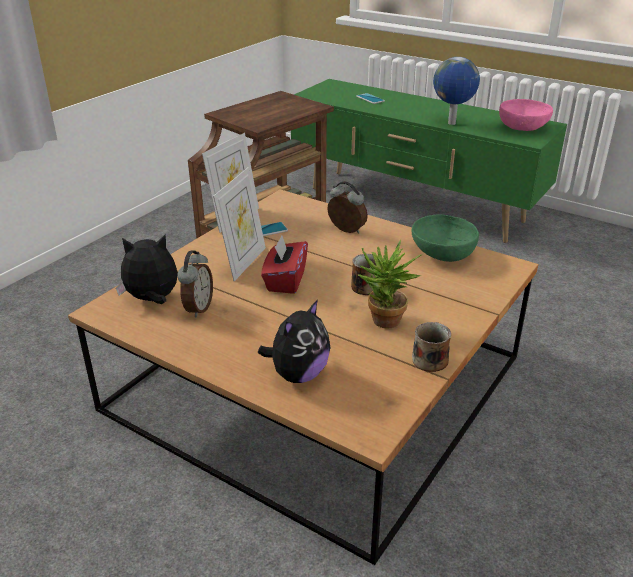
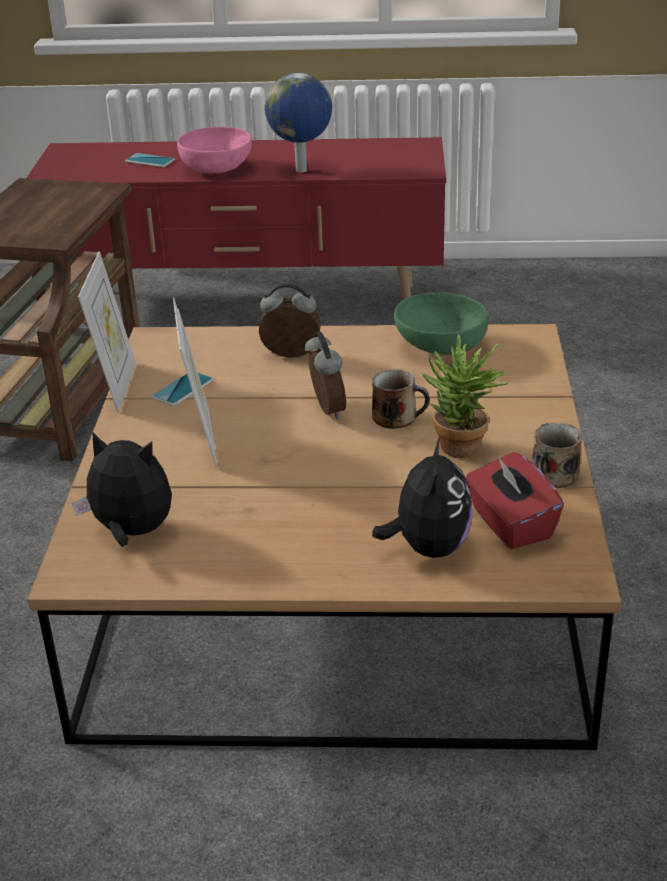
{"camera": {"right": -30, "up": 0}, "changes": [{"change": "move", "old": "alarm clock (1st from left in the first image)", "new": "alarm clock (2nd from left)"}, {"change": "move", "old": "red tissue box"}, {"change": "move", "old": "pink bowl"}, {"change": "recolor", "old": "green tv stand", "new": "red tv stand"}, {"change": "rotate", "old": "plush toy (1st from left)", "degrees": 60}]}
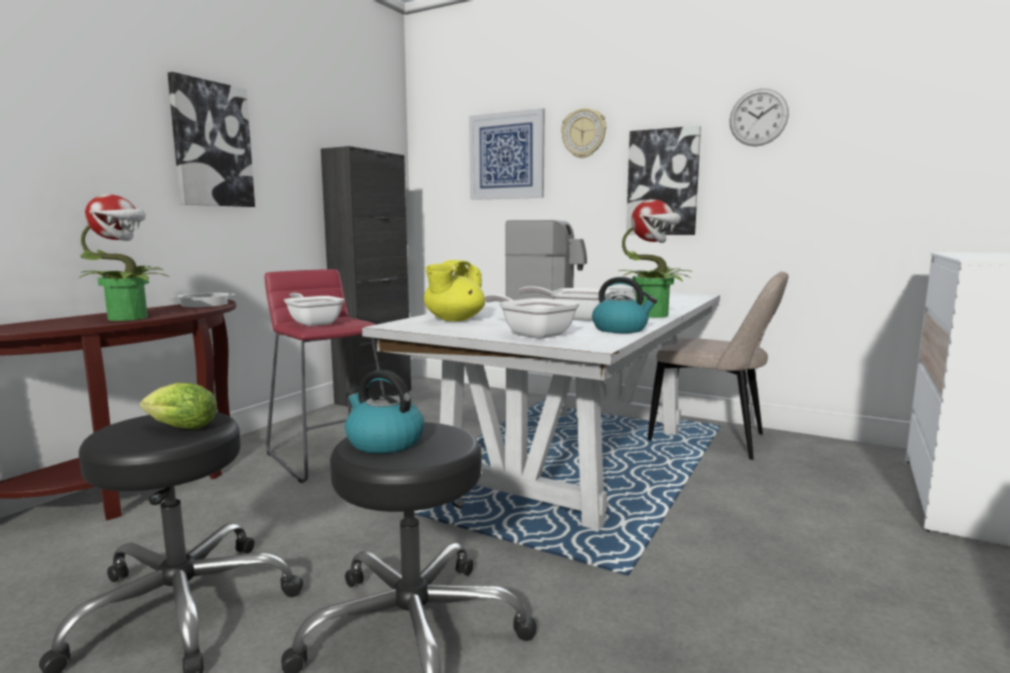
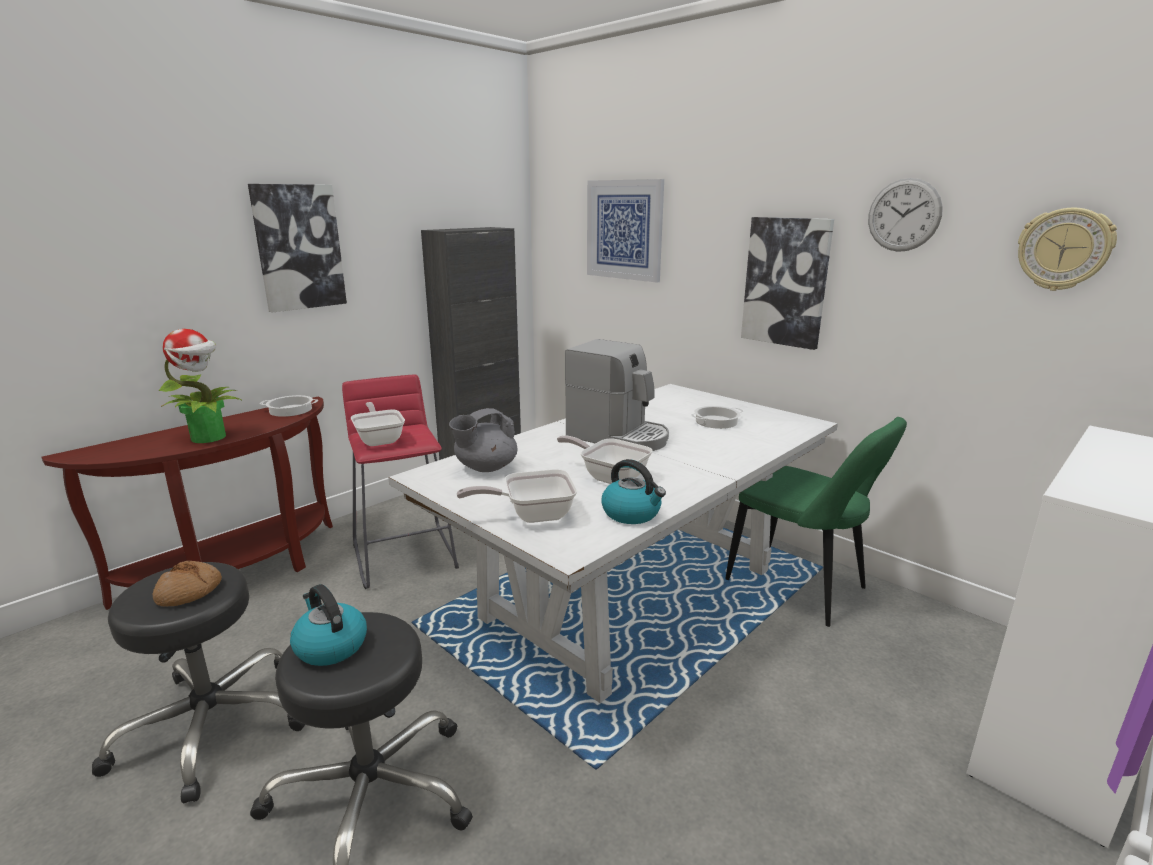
{"camera": {"right": 15, "up": 10}, "changes": [{"change": "delete", "old": "potted plant (2nd from left)"}, {"change": "move", "old": "wall clock (1st from left in the first image)", "new": "wall clock (2nd from left)"}, {"change": "replace", "old": "lettuce", "new": "bread"}, {"change": "recolor", "old": "yellow teapot", "new": "grey teapot"}, {"change": "recolor", "old": "beige chair", "new": "green chair"}, {"change": "rotate", "old": "frying pan (2nd from left)", "degrees": -75}]}
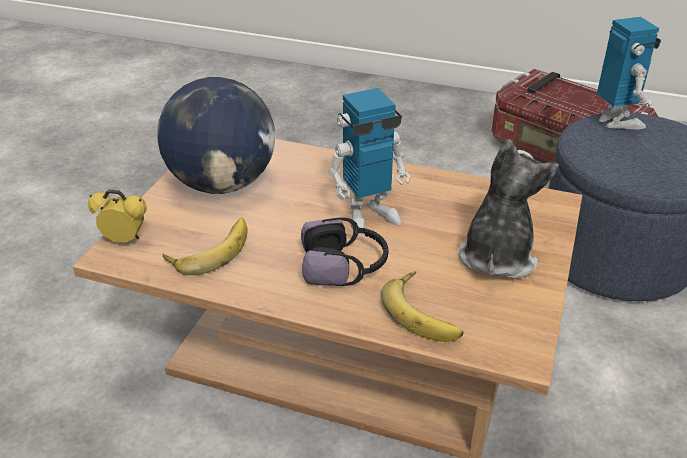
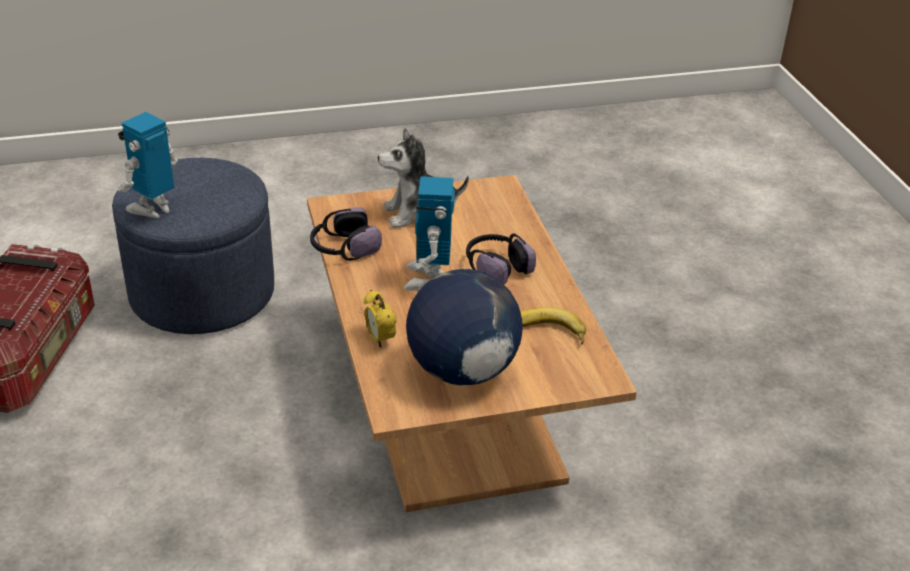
{"camera": {"right": -125, "up": 0}, "changes": [{"change": "delete", "old": "banana (2nd from left)"}, {"change": "insert", "new": "headphones (1st from left)"}, {"change": "move", "old": "alarm clock"}, {"change": "rotate", "old": "toy robot (1st from left in the first image)", "degrees": -120}]}
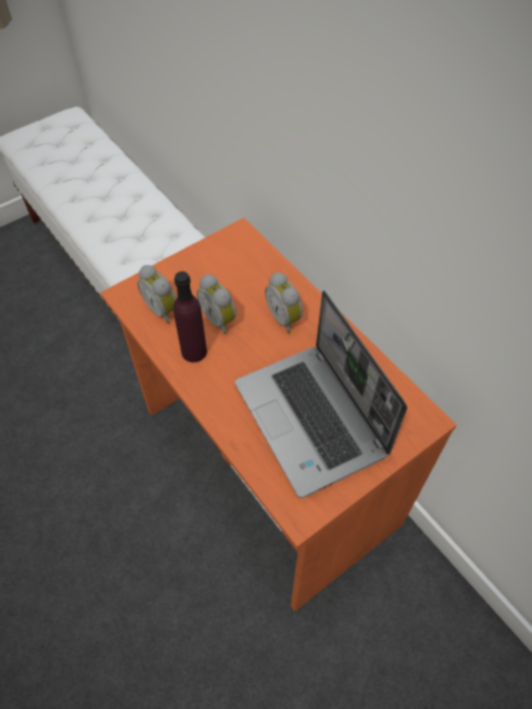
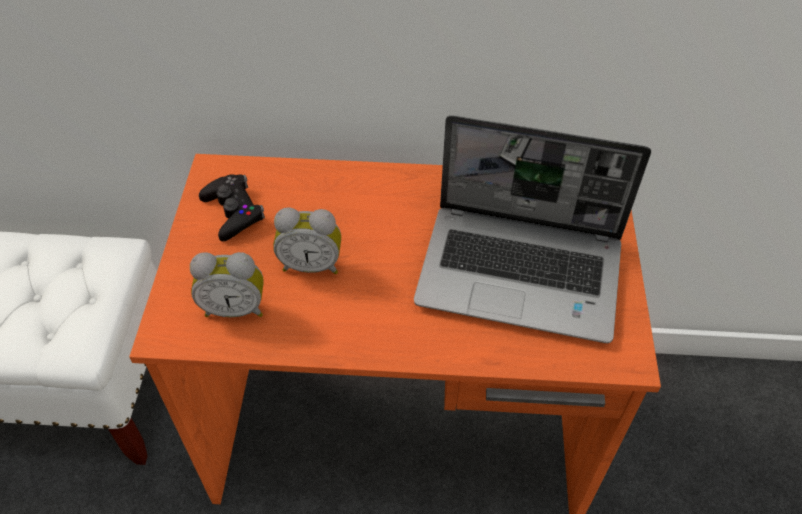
{"camera": {"right": -50, "up": -5}, "changes": [{"change": "delete", "old": "purple bottle"}, {"change": "delete", "old": "alarm clock (3rd from left)"}, {"change": "insert", "new": "black game controller"}]}
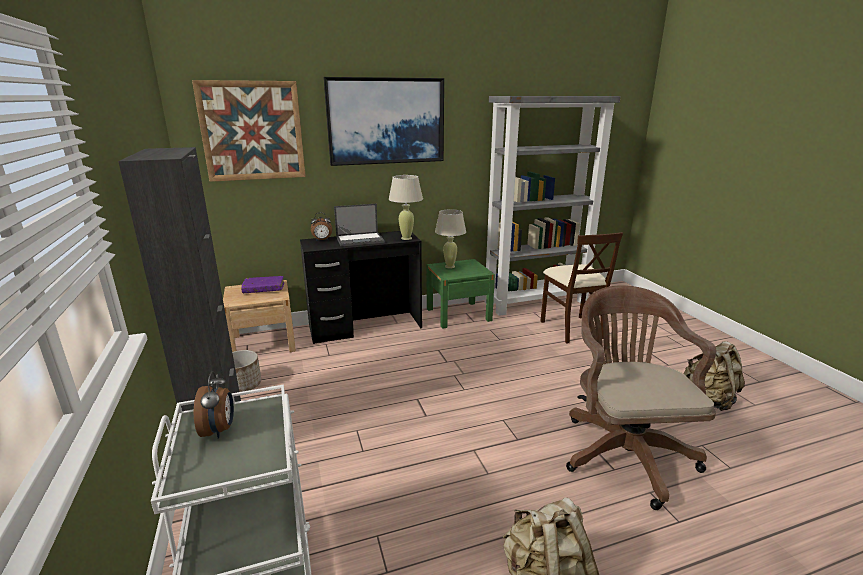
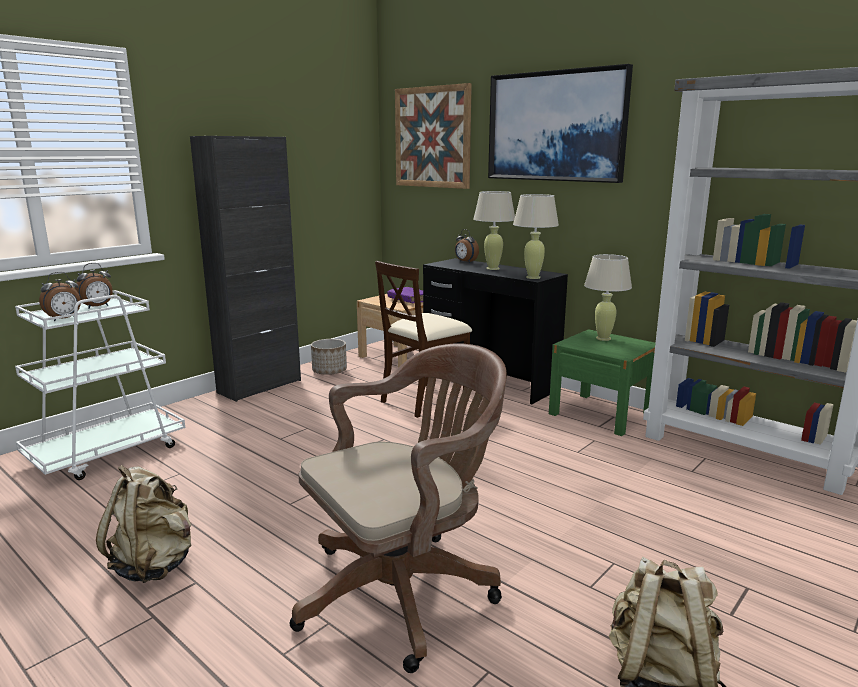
{"camera": {"right": 60, "up": -5}, "changes": [{"change": "insert", "new": "alarm clock (1st from left)"}, {"change": "move", "old": "beige chair"}, {"change": "replace", "old": "laptop", "new": "beige table lamp (1st from left)"}]}
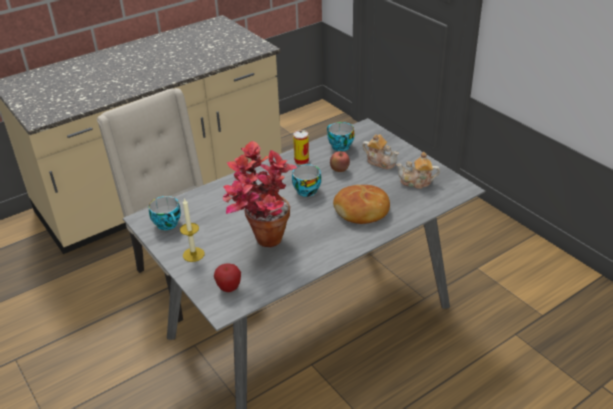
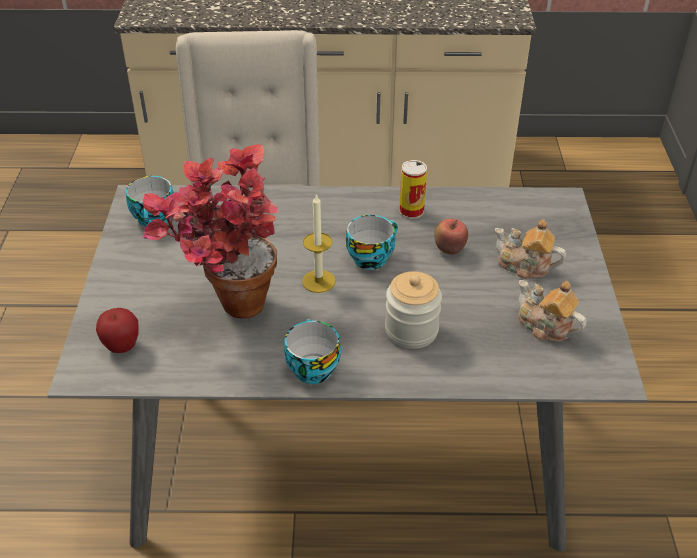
{"camera": {"right": 35, "up": 5}, "changes": [{"change": "move", "old": "candle"}, {"change": "move", "old": "cup (3rd from left in the first image)", "new": "cup (2nd from left)"}, {"change": "replace", "old": "bread", "new": "jar"}, {"change": "rotate", "old": "teapot (1st from left)", "degrees": 135}]}
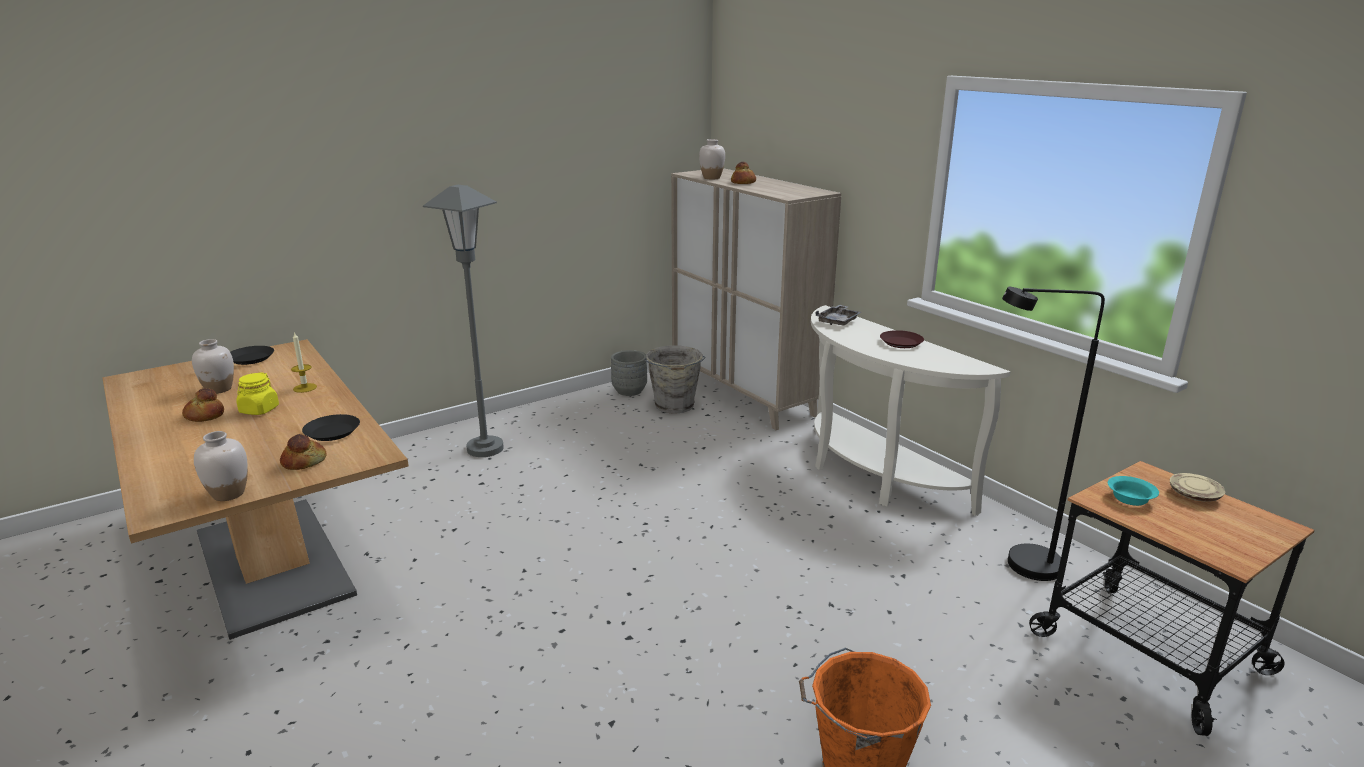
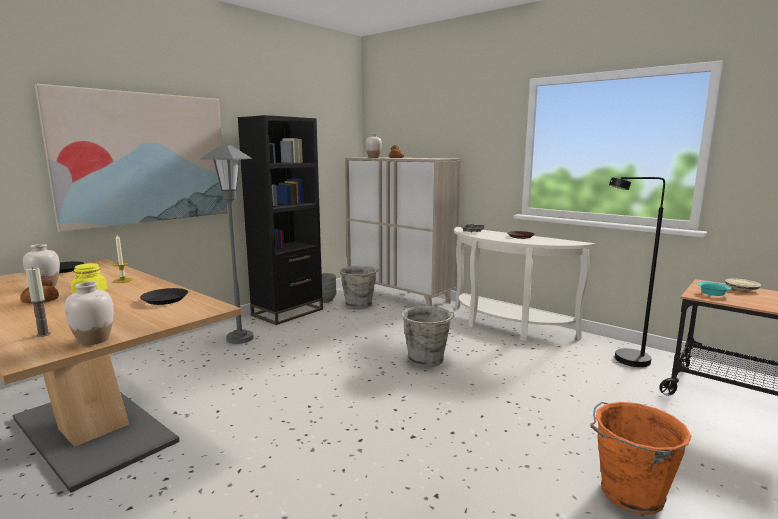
{"camera": {"right": -15, "up": -10}, "changes": [{"change": "delete", "old": "bread (2nd from left)"}, {"change": "insert", "new": "candle (1st from left)"}, {"change": "insert", "new": "picture"}, {"change": "insert", "new": "black bookcase"}, {"change": "insert", "new": "grey bucket (2nd from left)"}]}
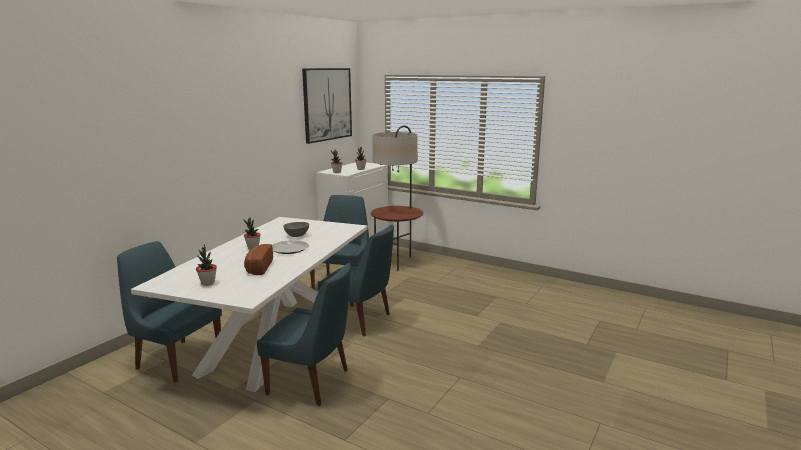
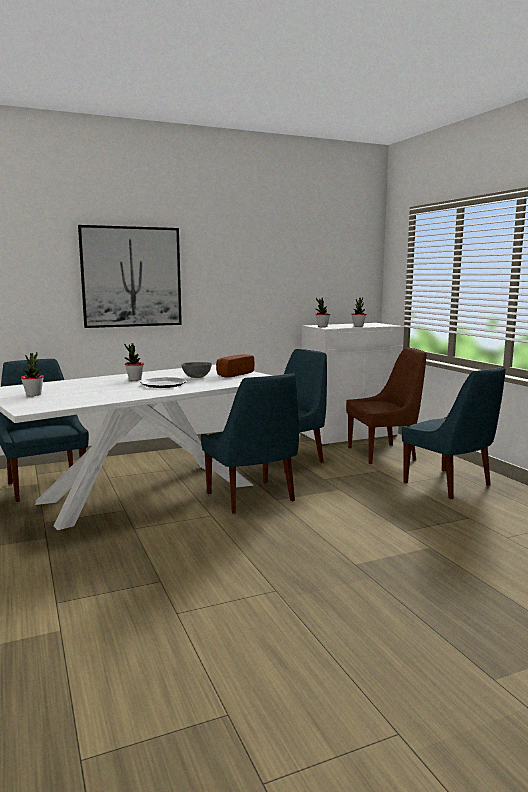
{"camera": {"right": 35, "up": -5}, "changes": [{"change": "move", "old": "bread"}, {"change": "move", "old": "blue chair (2nd from left in the first image)", "new": "blue chair (4th from left)"}, {"change": "move", "old": "picture"}, {"change": "replace", "old": "floor lamp", "new": "brown chair"}]}
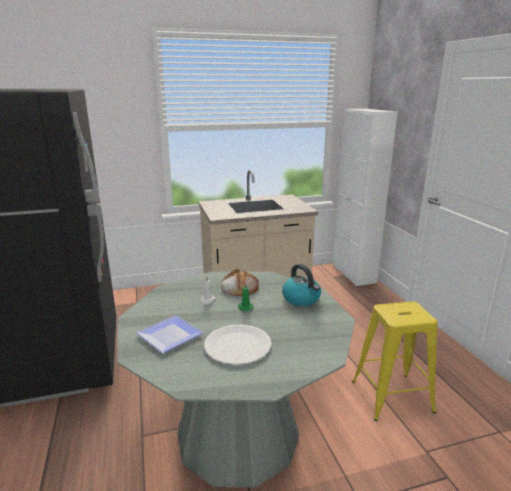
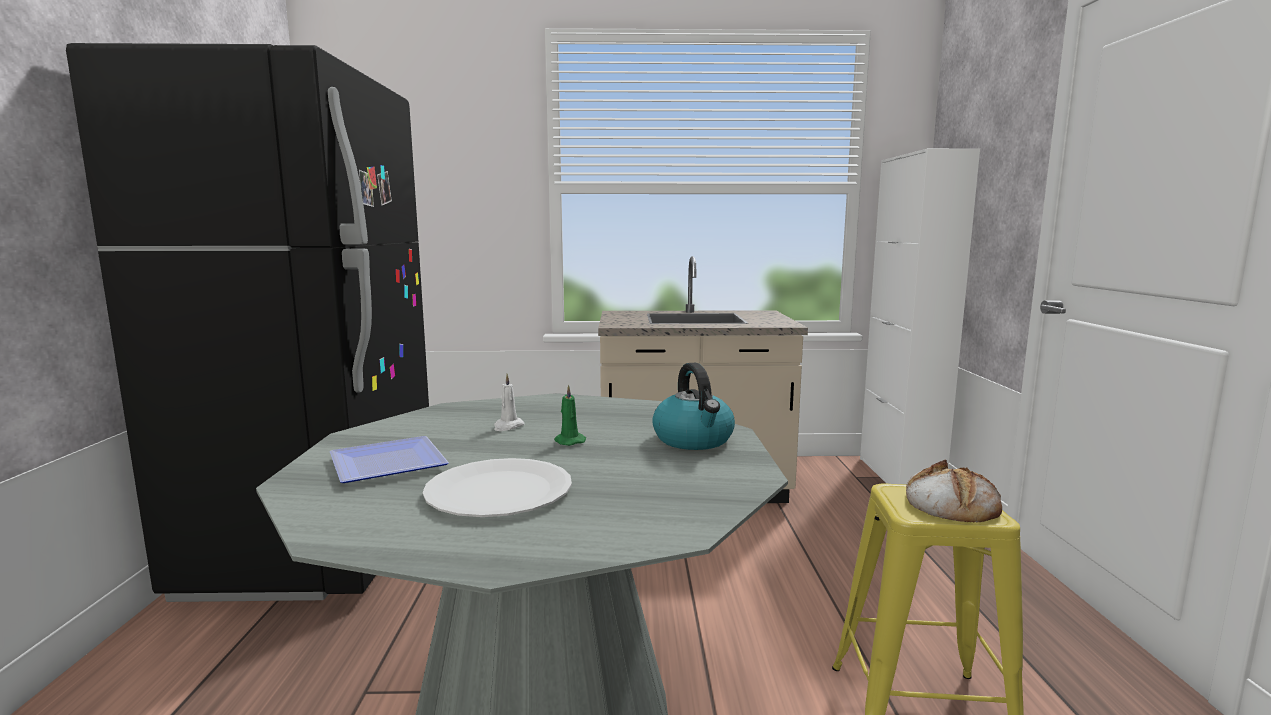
{"camera": {"right": 15, "up": -10}, "changes": [{"change": "move", "old": "bread"}]}
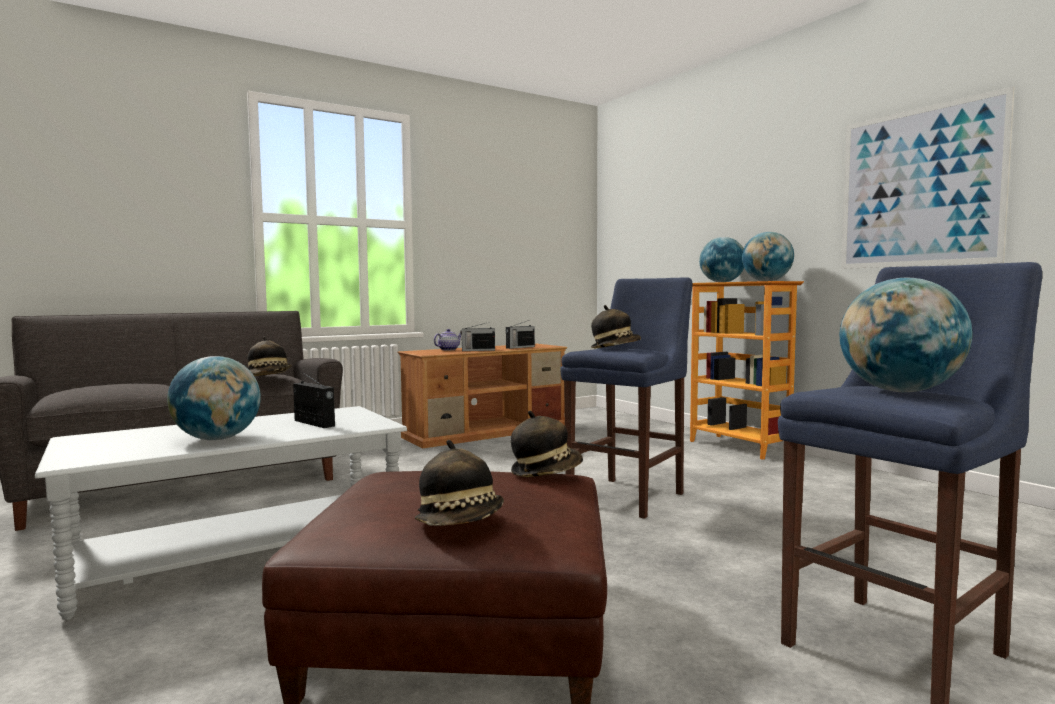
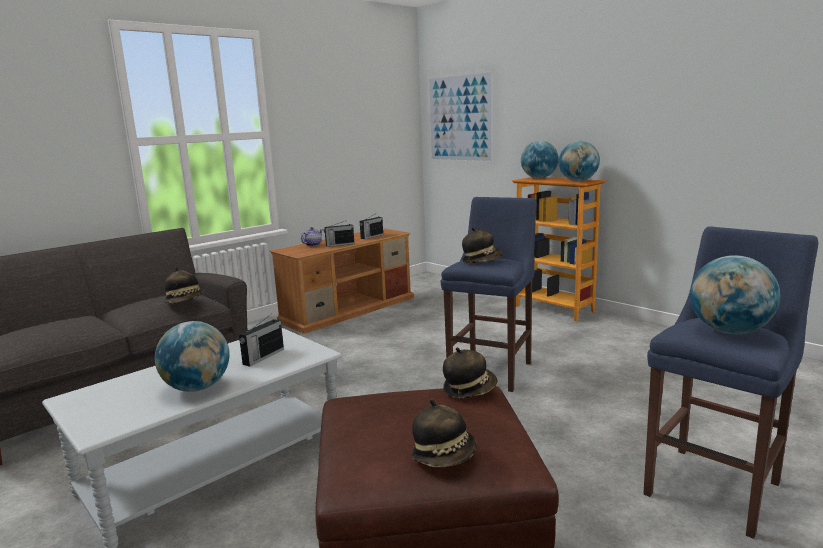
{"camera": {"right": -10, "up": 10}, "changes": [{"change": "move", "old": "picture"}, {"change": "rotate", "old": "radio (1st from left)", "degrees": 90}]}
